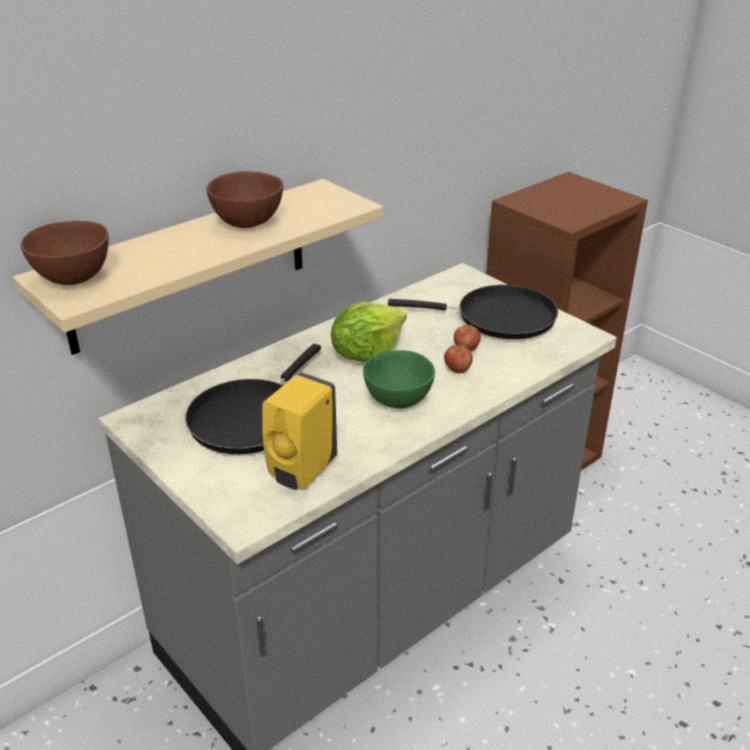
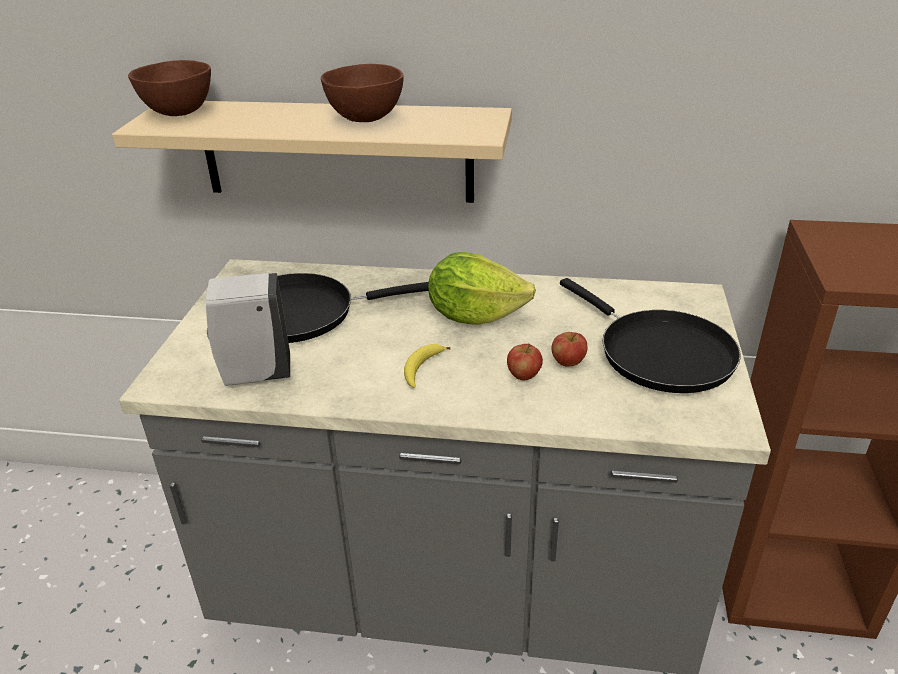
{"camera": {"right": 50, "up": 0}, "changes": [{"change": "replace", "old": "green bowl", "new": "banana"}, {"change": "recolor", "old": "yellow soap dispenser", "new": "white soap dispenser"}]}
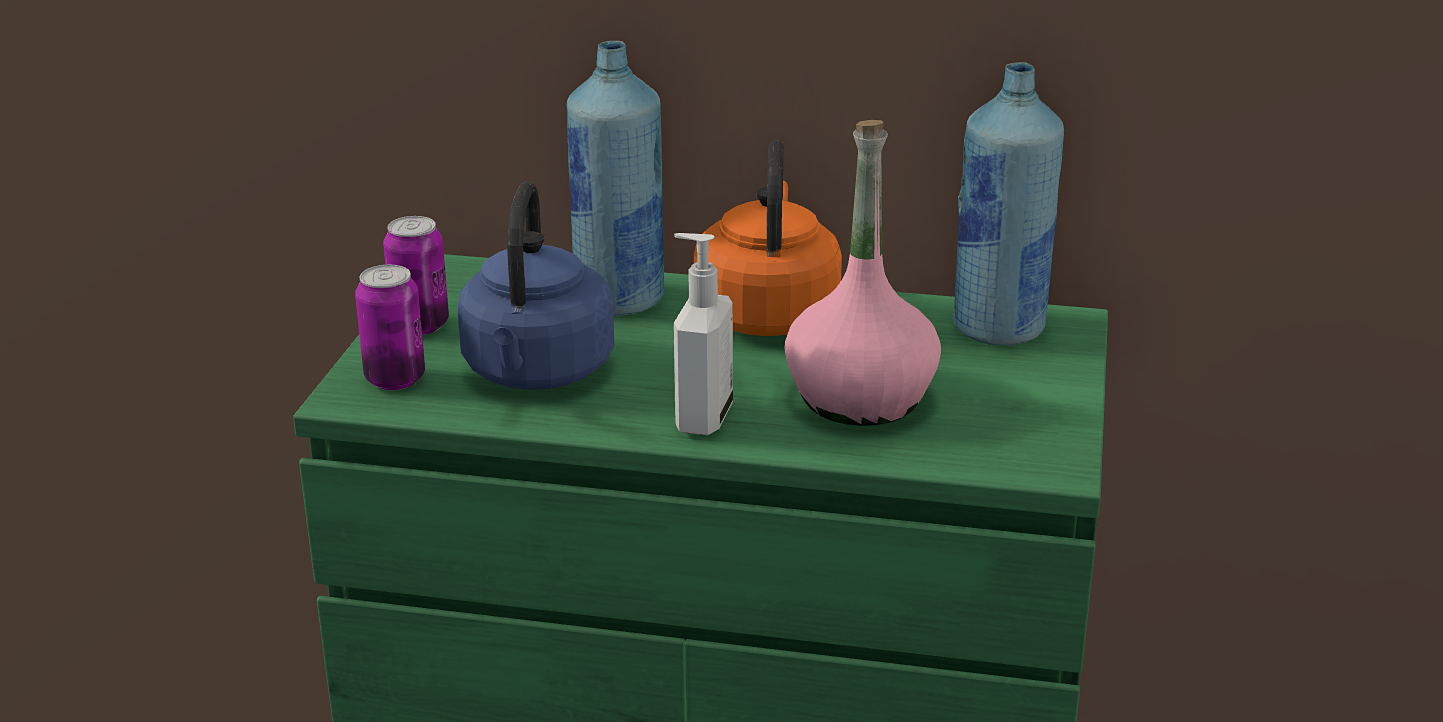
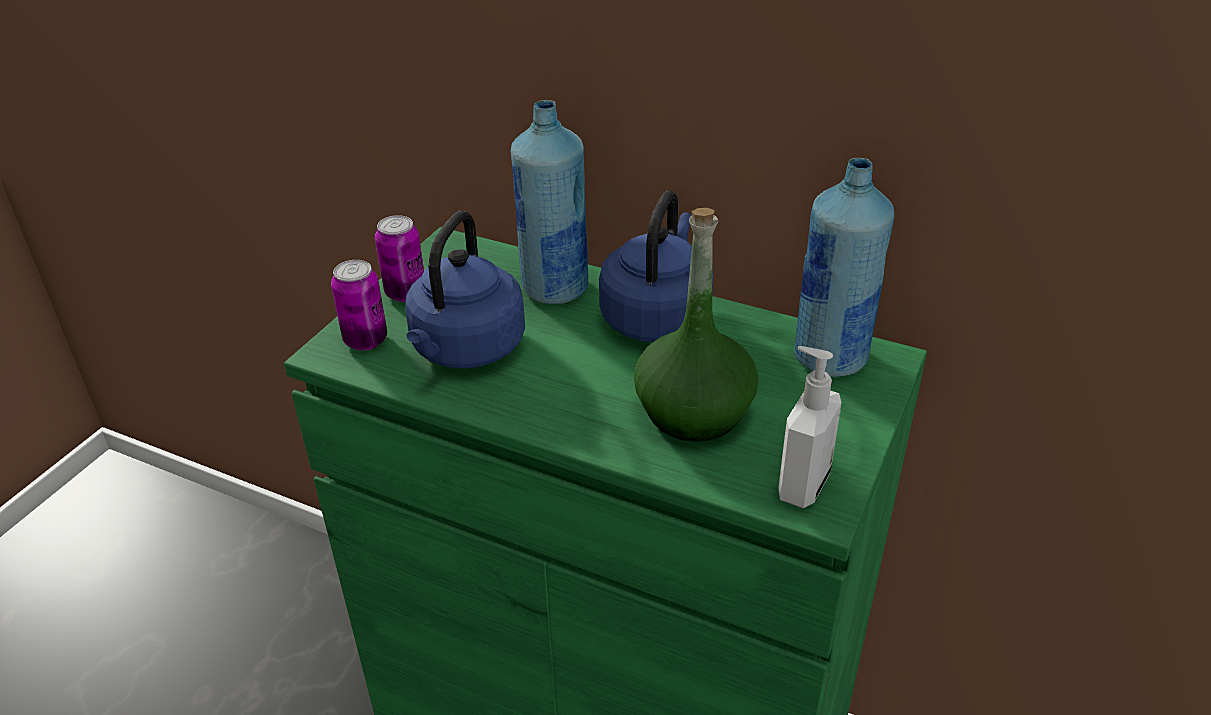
{"camera": {"right": 15, "up": 10}, "changes": [{"change": "move", "old": "soap dispenser"}, {"change": "recolor", "old": "orange kettle", "new": "blue kettle (2nd from left)"}, {"change": "recolor", "old": "pink bottle", "new": "green bottle"}]}
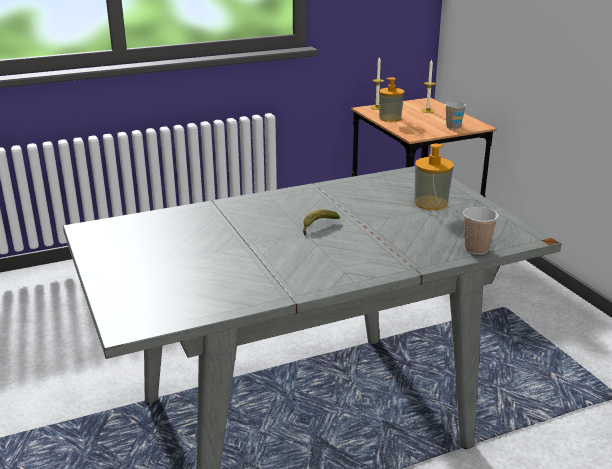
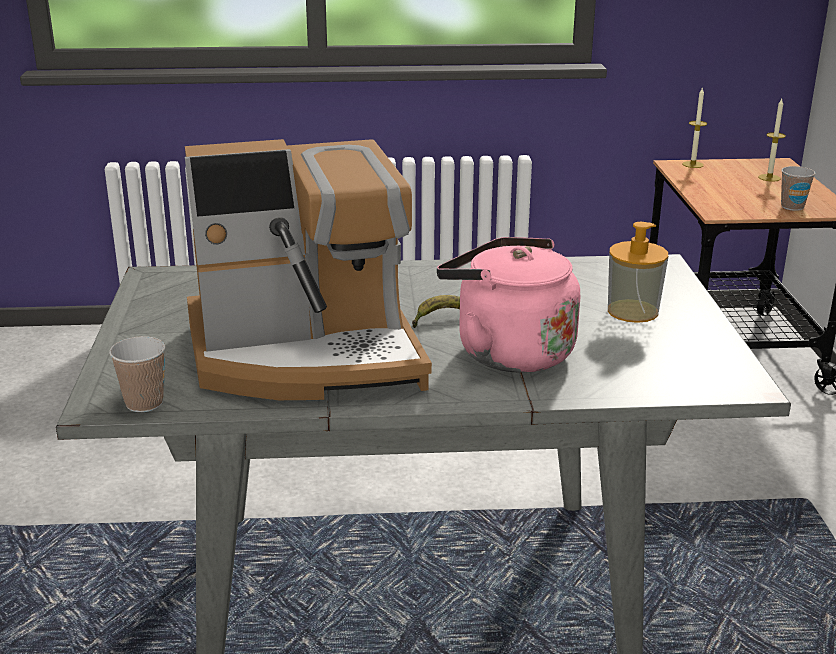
{"camera": {"right": 20, "up": 0}, "changes": [{"change": "delete", "old": "soap dispenser (1st from left)"}, {"change": "insert", "new": "coffee machine"}, {"change": "insert", "new": "pink kettle"}, {"change": "move", "old": "cup (2nd from left in the first image)", "new": "cup (1st from left)"}]}
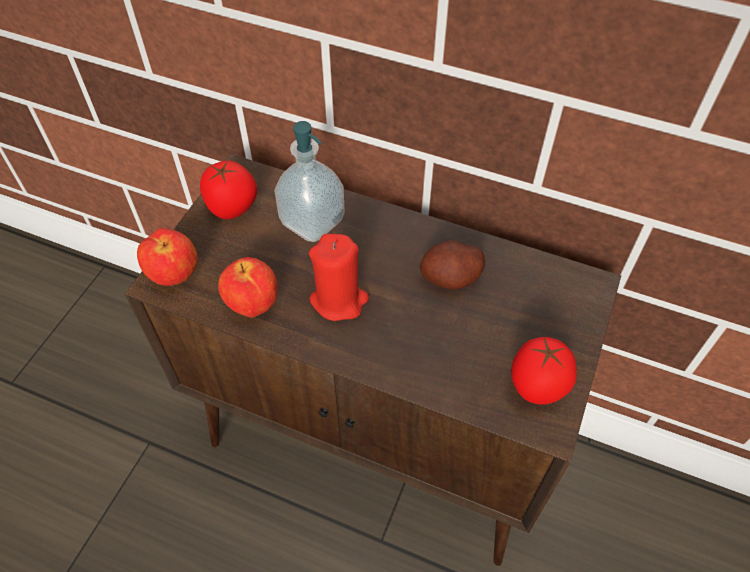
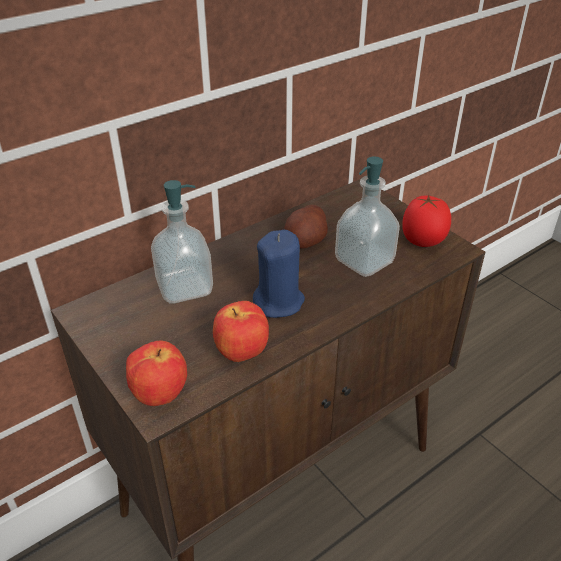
{"camera": {"right": -60, "up": -15}, "changes": [{"change": "delete", "old": "tomato (1st from left)"}, {"change": "insert", "new": "soap dispenser (2nd from left)"}, {"change": "recolor", "old": "red candle", "new": "blue candle"}]}
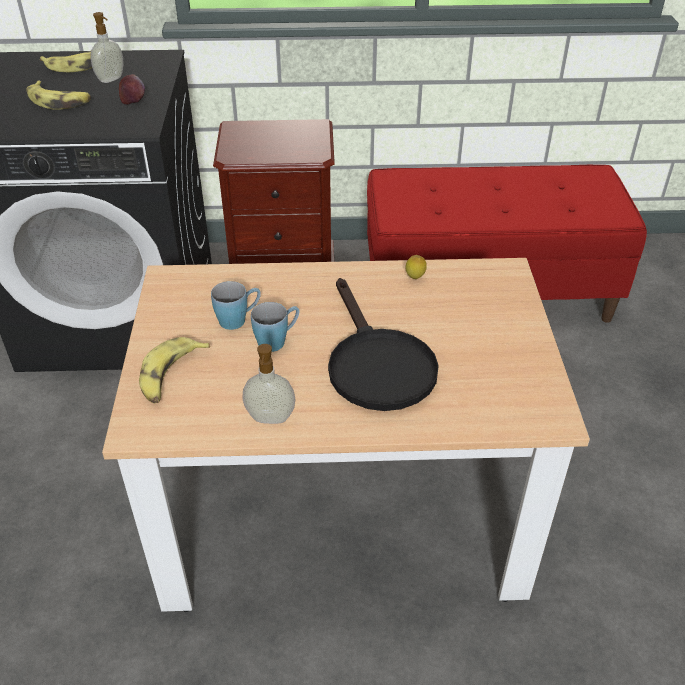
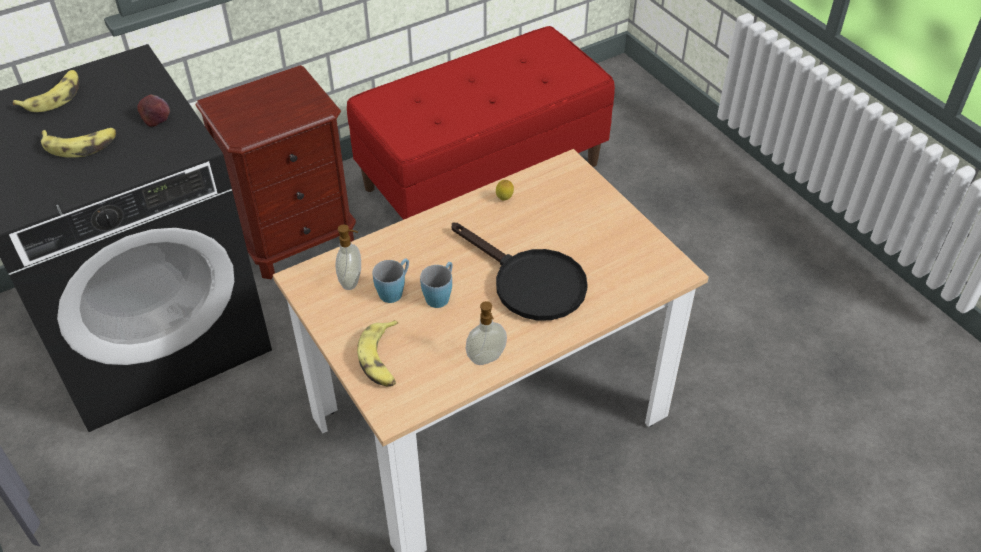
{"camera": {"right": -30, "up": 5}, "changes": [{"change": "move", "old": "soap dispenser (1st from left)"}]}
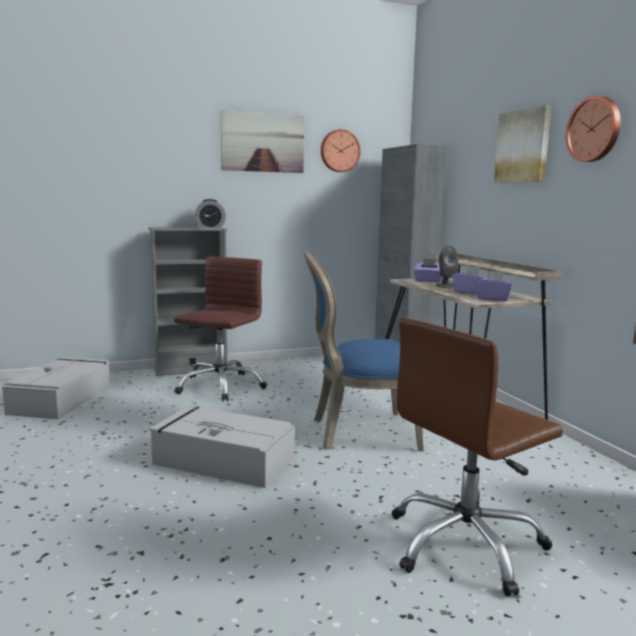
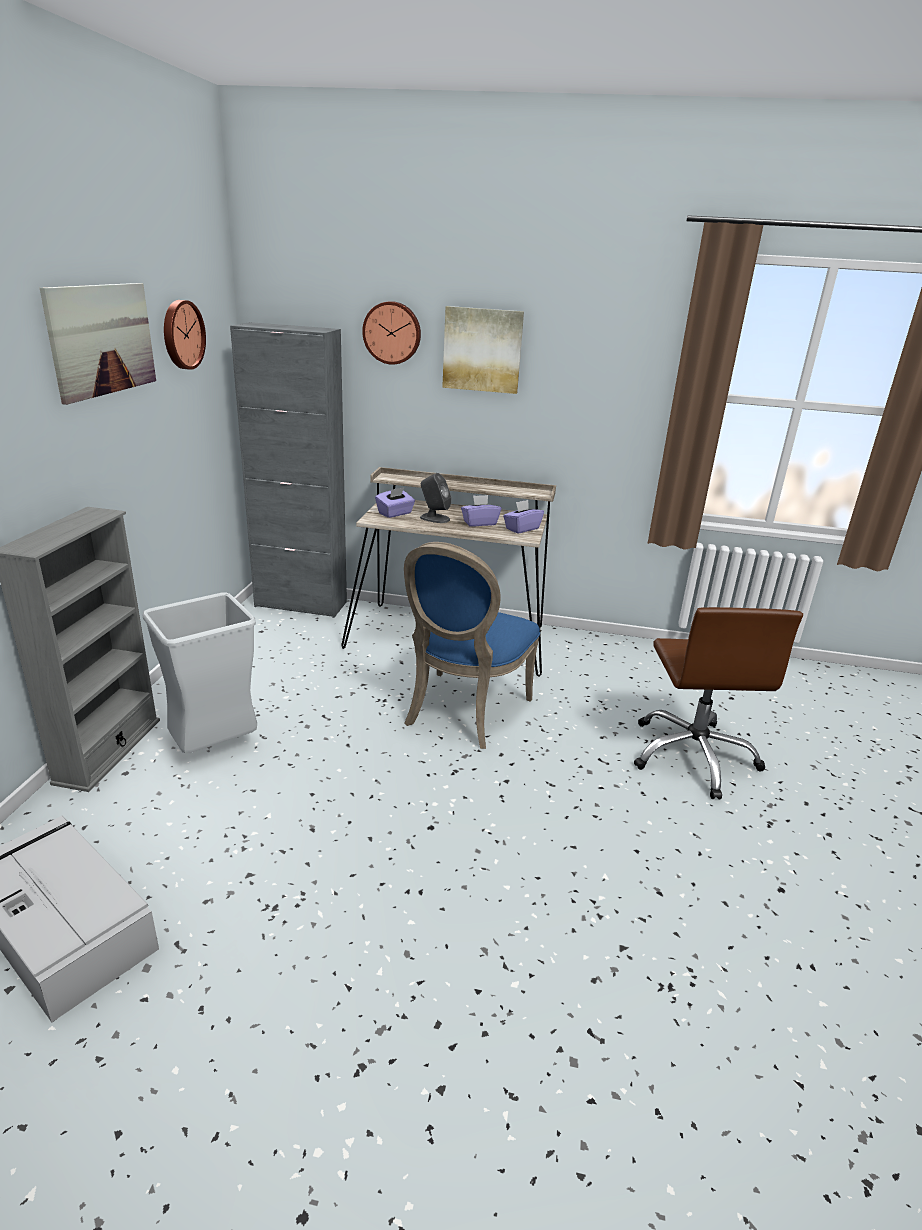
{"camera": {"right": -60, "up": 15}, "changes": [{"change": "delete", "old": "grey storage box (2nd from left)"}, {"change": "delete", "old": "alarm clock"}, {"change": "move", "old": "wall clock (2nd from left)"}, {"change": "replace", "old": "brown office chair (1st from left)", "new": "grey trash can"}]}
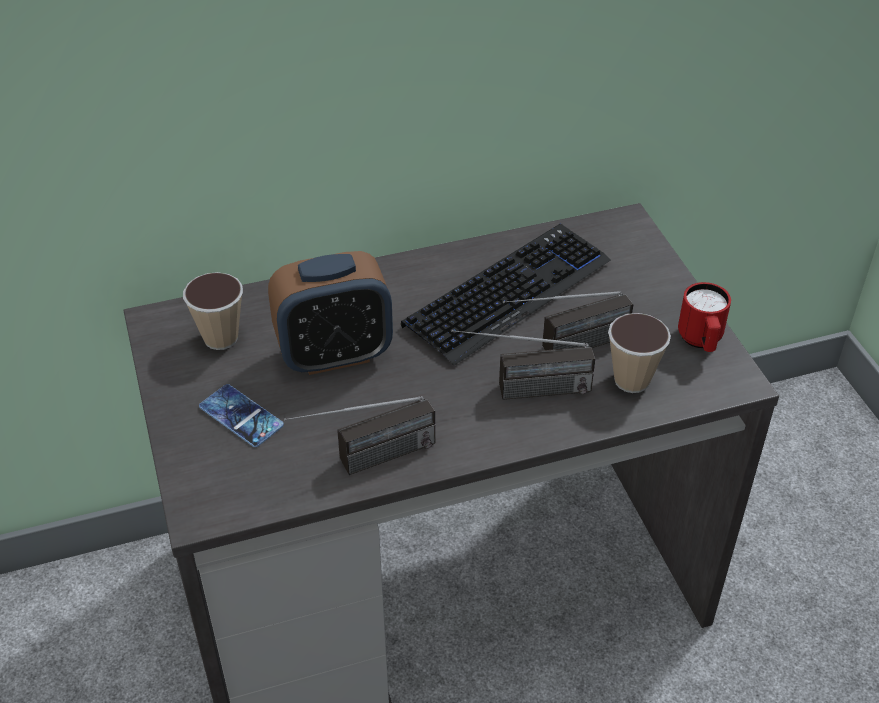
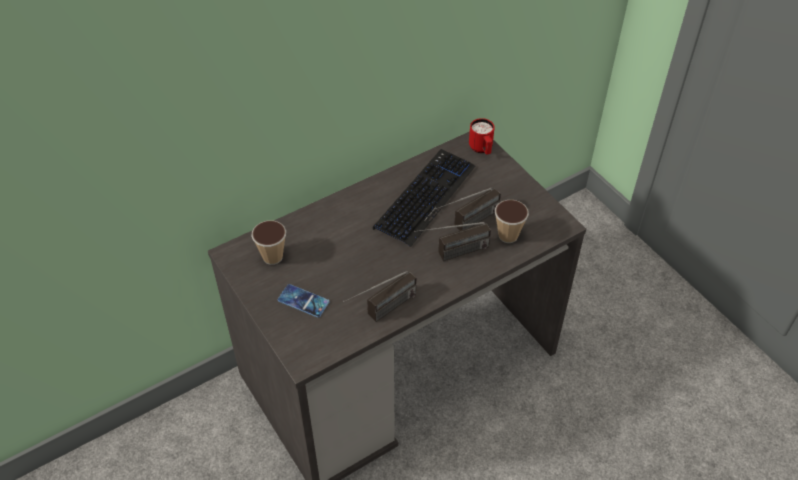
{"camera": {"right": -15, "up": 5}, "changes": [{"change": "delete", "old": "alarm clock"}, {"change": "move", "old": "red mug"}]}
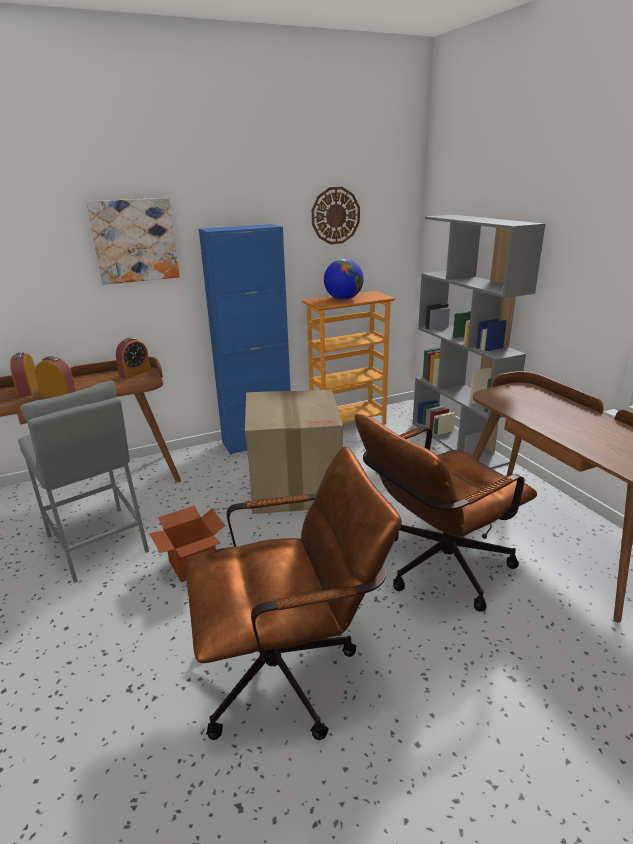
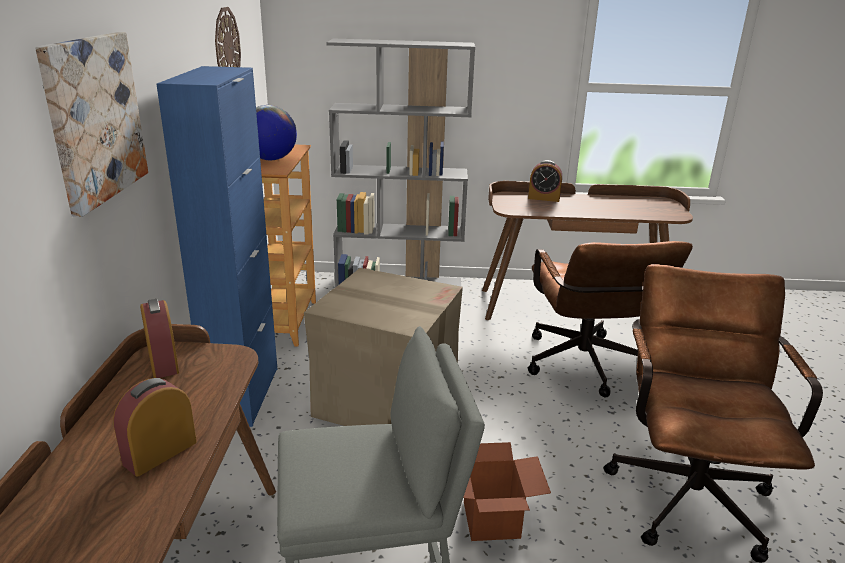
{"camera": {"right": -65, "up": 0}, "changes": [{"change": "move", "old": "alarm clock (1st from left in the first image)", "new": "alarm clock (3rd from left)"}]}
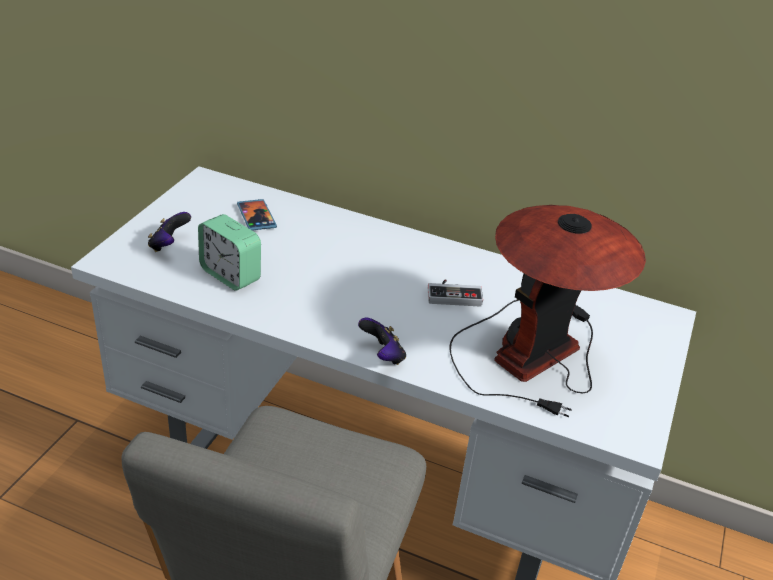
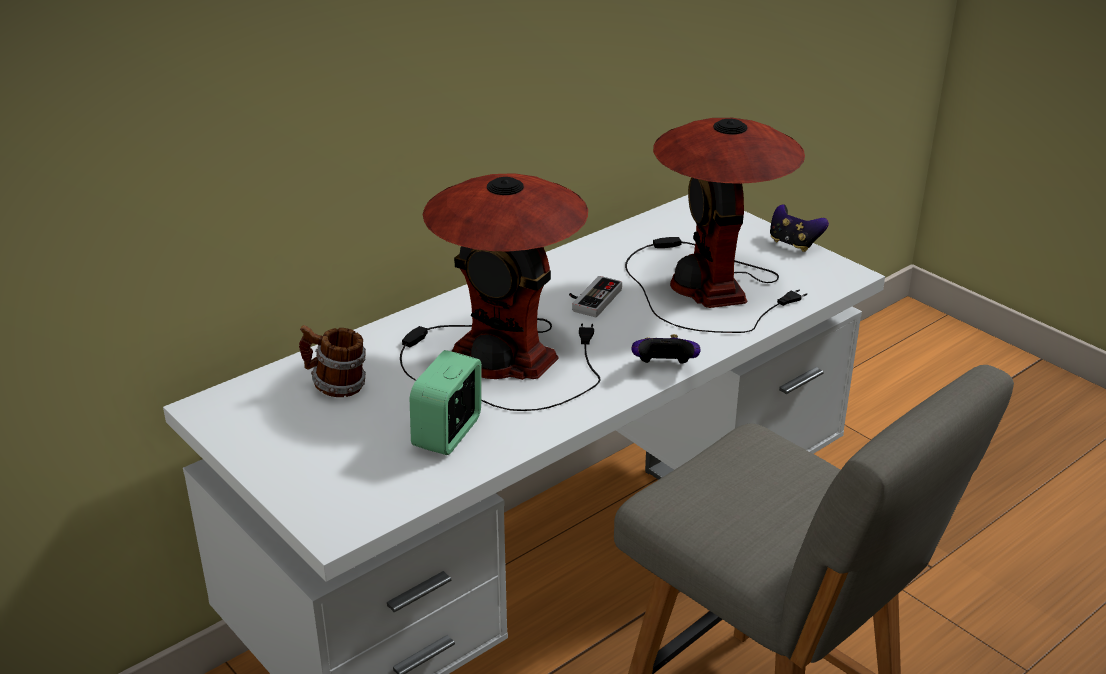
{"camera": {"right": -60, "up": -5}, "changes": [{"change": "insert", "new": "table lamp (1st from left)"}, {"change": "move", "old": "game controller (1st from left in the first image)", "new": "game controller (3rd from left)"}, {"change": "replace", "old": "phone", "new": "mug"}, {"change": "rotate", "old": "alarm clock", "degrees": 135}]}
